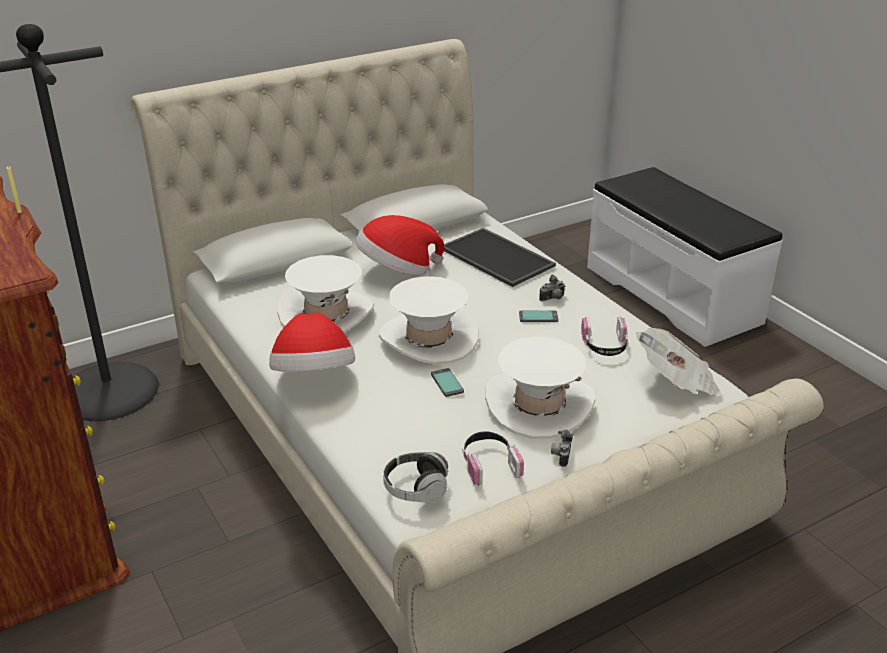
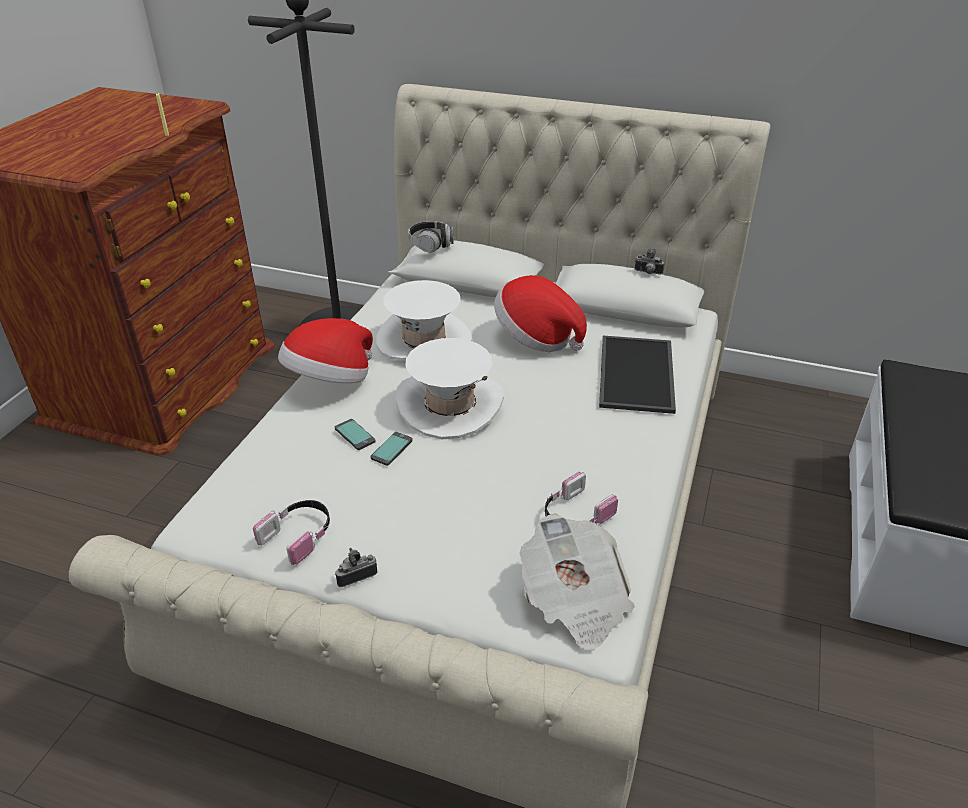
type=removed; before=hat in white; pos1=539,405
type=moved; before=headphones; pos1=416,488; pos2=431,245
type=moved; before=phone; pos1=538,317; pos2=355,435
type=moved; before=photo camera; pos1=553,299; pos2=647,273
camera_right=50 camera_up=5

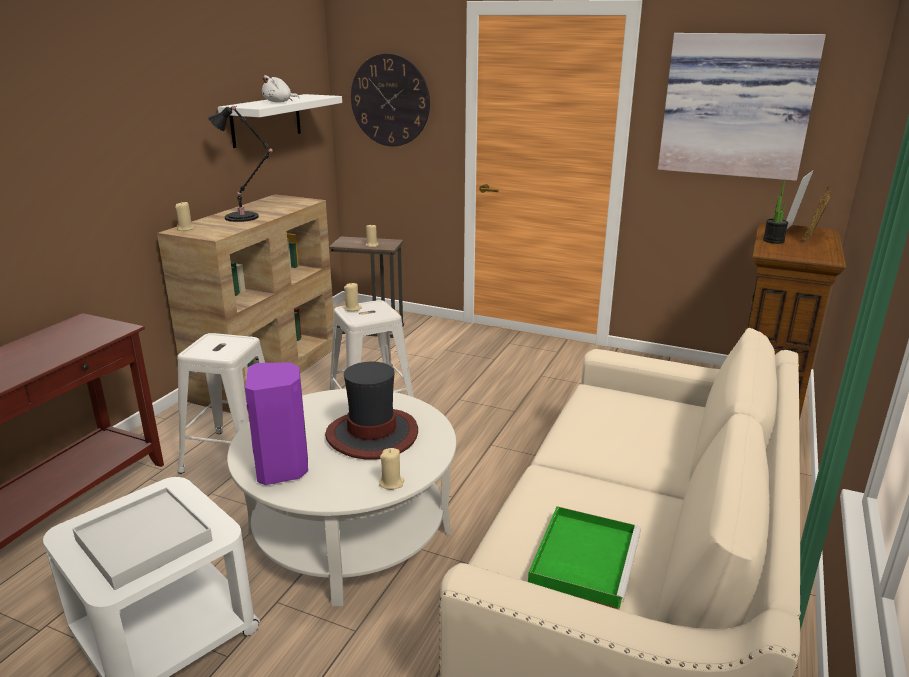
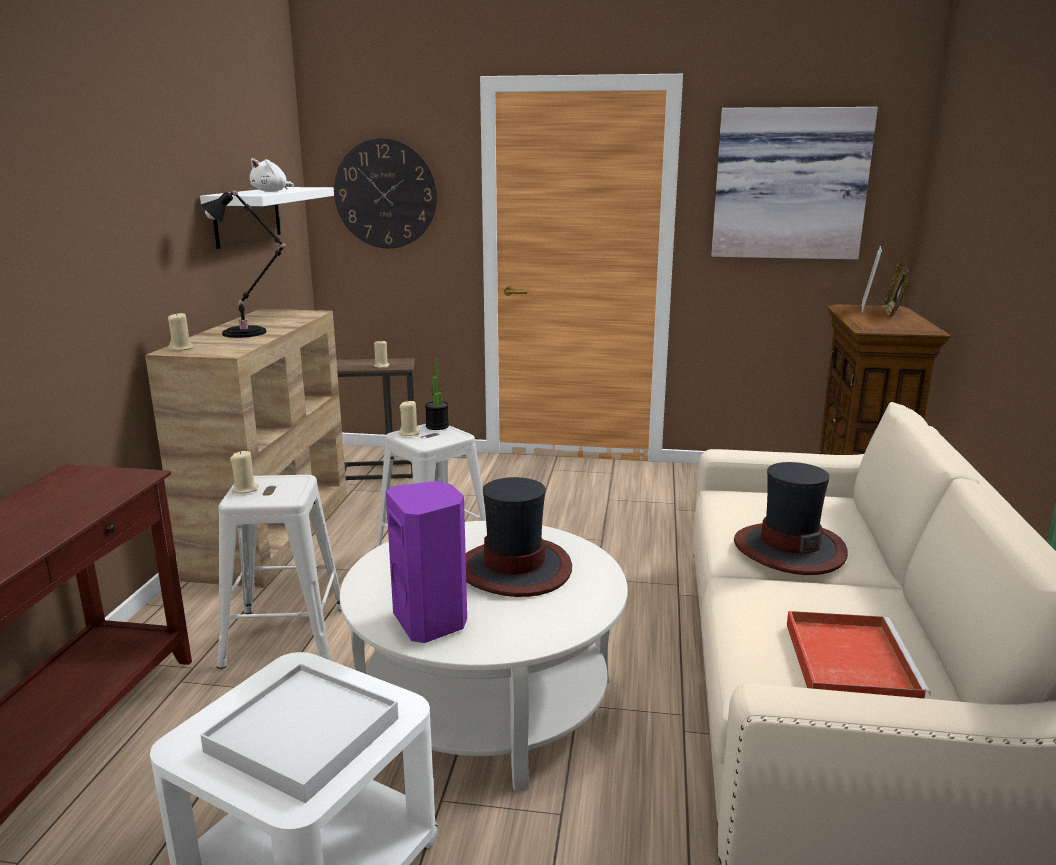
type=added; after=hat; pos2=788,549
type=moved; before=candle in beige; pos1=391,483; pos2=245,489
type=moved; before=potted plant; pos1=773,241; pos2=437,426
type=recoloured; before=tray in green; after=tray in red; pos1=584,557; pos2=848,661
camera_right=-15 camera_up=-5

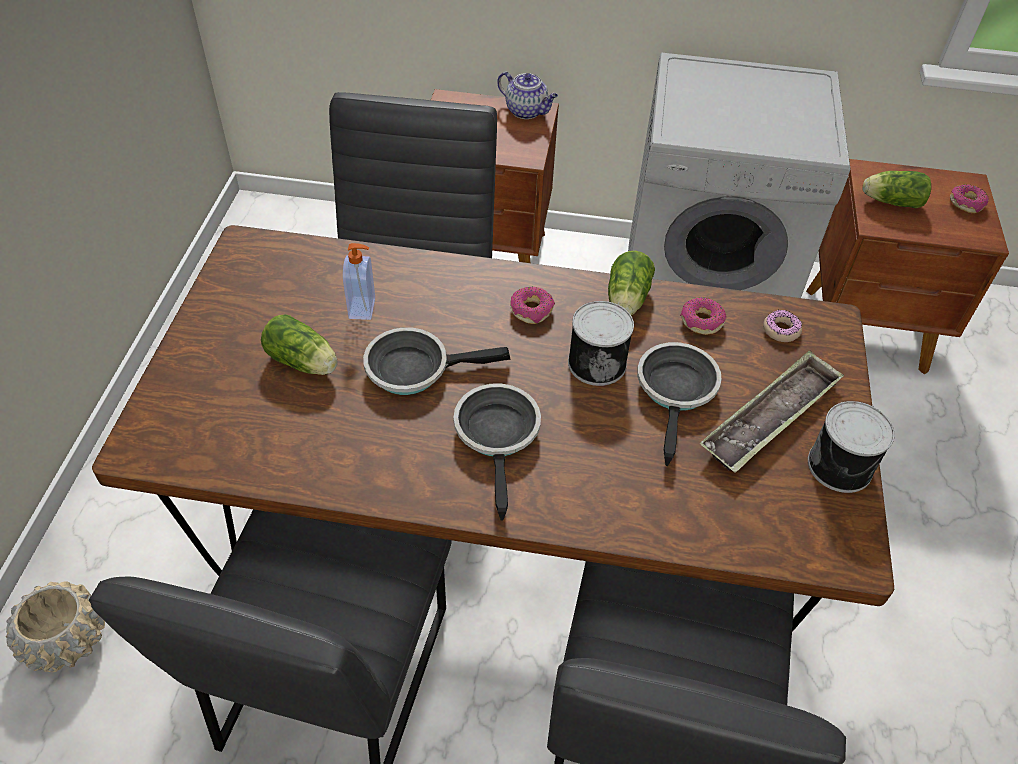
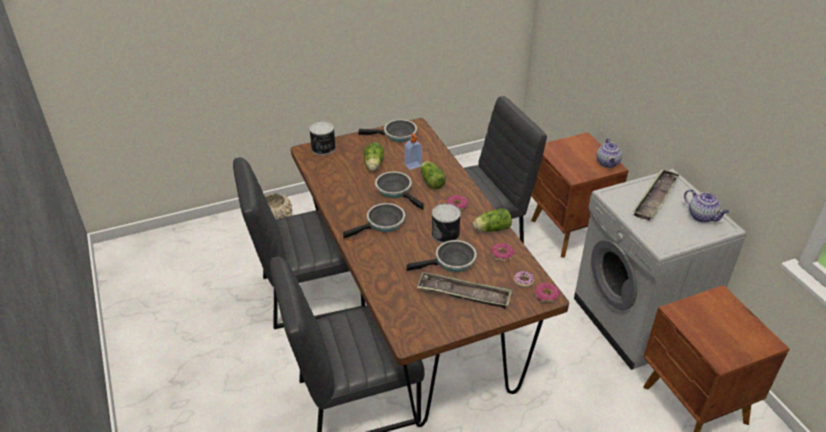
type=added; after=frying pan; pos2=397,135
type=added; after=tray; pos2=655,198
type=added; after=teapot; pos2=702,216
type=moved; before=can; pos1=841,467; pos2=323,148
type=moved; before=lettuce; pos1=890,201; pos2=431,181
type=moved; before=donut; pos1=966,203; pos2=546,296
camera_right=60 camera_up=-10

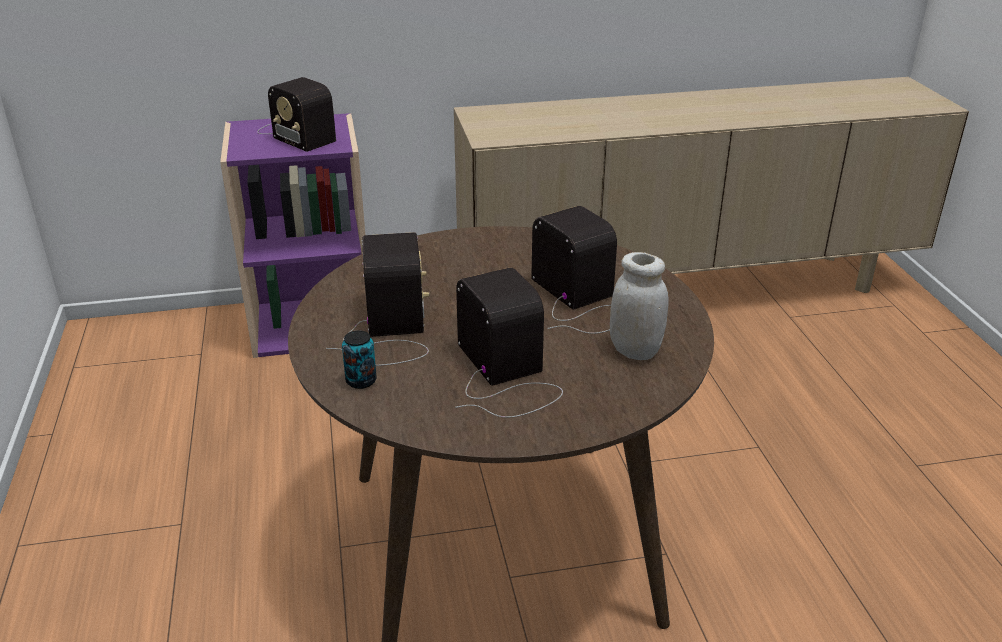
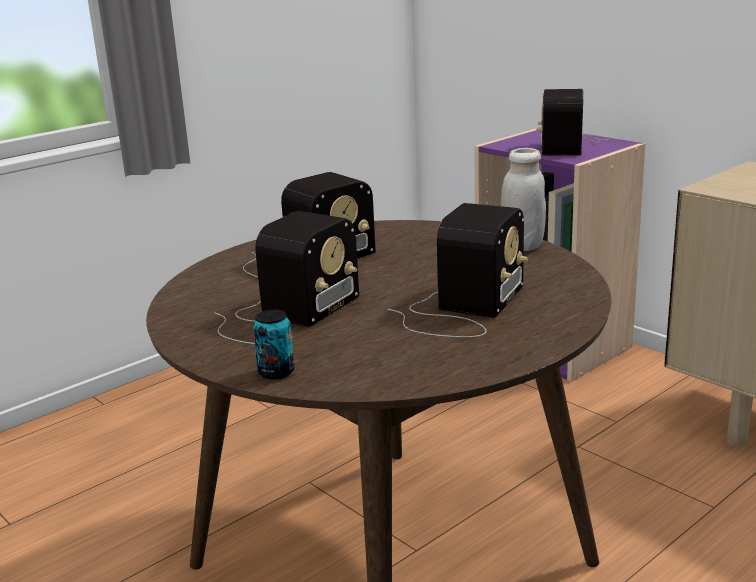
type=moved; before=can; pos1=361,381; pos2=276,372
type=moved; before=jar in white; pos1=635,351; pos2=522,245
camera_right=60 camera_up=-10

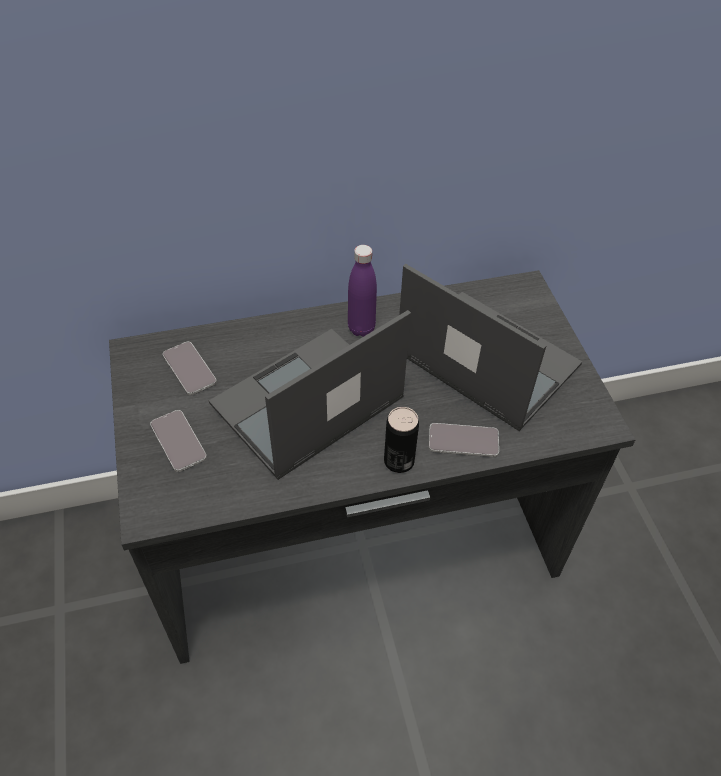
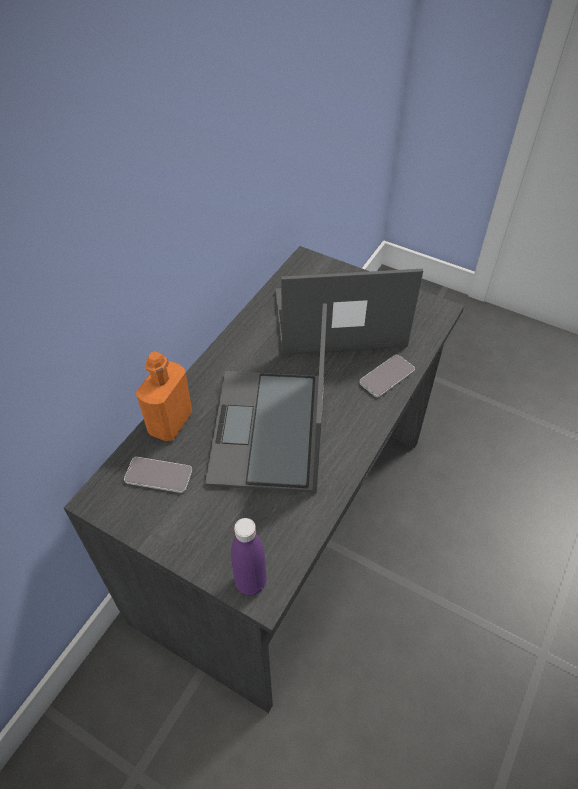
type=removed; before=phone; pos1=178,441
type=removed; before=can; pos1=399,461
type=added; after=bottle in orange; pos2=170,422
type=moved; before=bottle in purple; pos1=361,328; pos2=251,582
camera_right=-45 camera_up=0

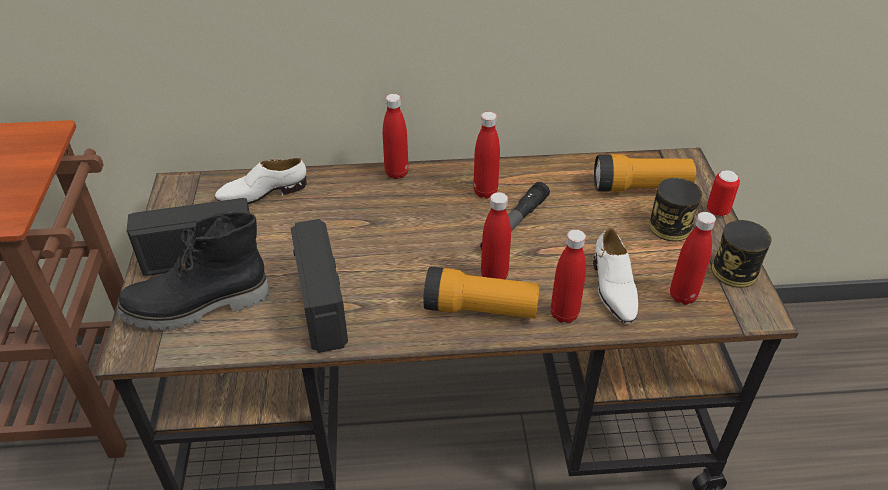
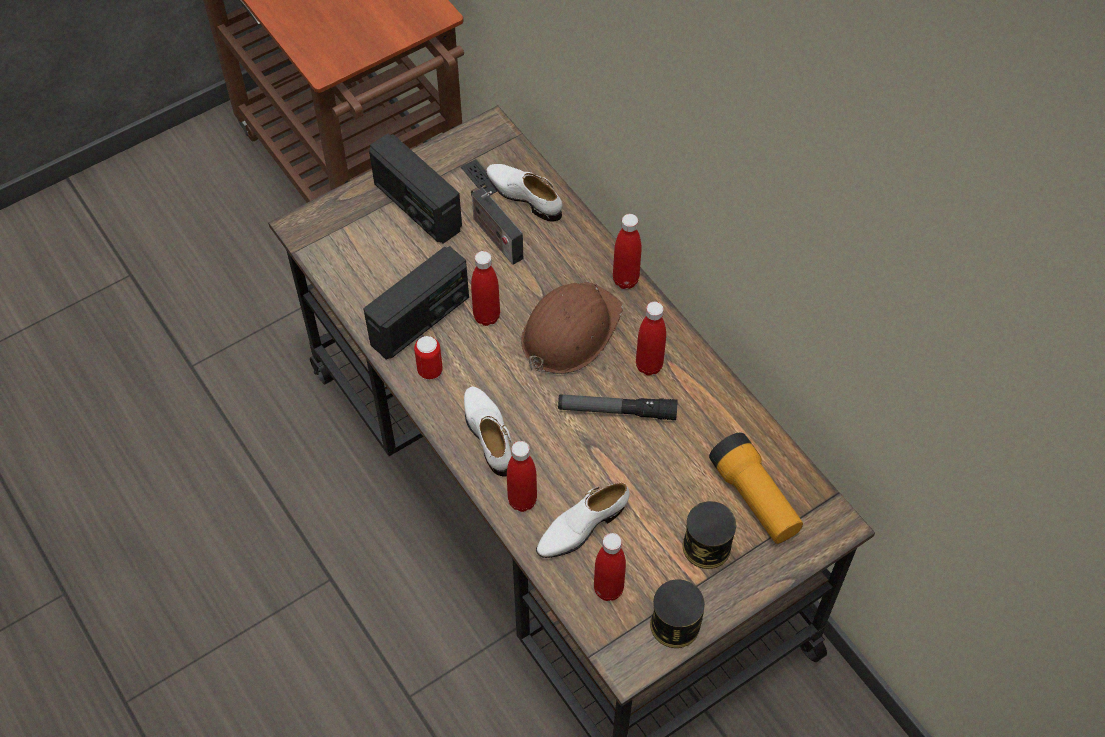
type=removed; before=boot in black; pos1=197,307
type=added; after=radio; pos2=495,236
type=added; after=hard hat in brown; pos2=569,331
type=moved; before=bottle in red; pos1=494,276; pos2=486,316
type=moved; before=can; pos1=717,211; pos2=430,370
type=replaced; before=flashlight; after=shoe in white; pos1=480,309; pos2=488,434
camera_right=60 camera_up=15

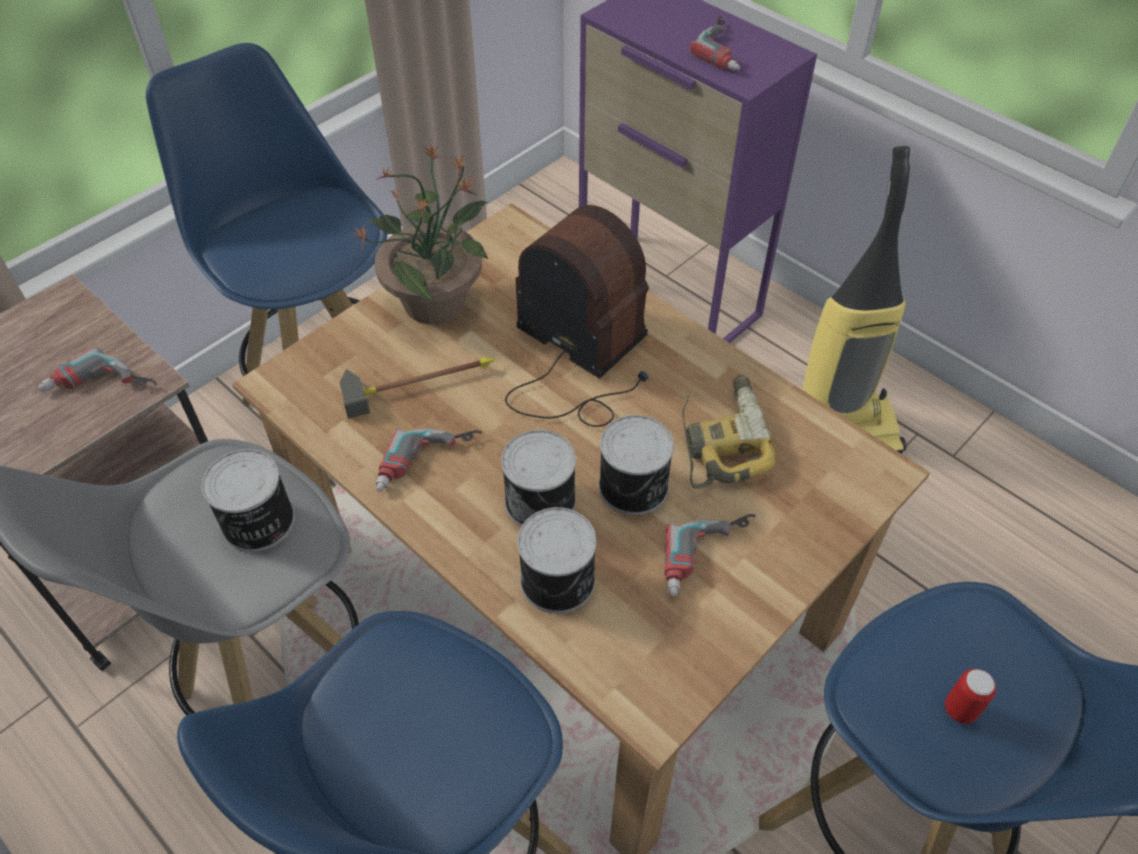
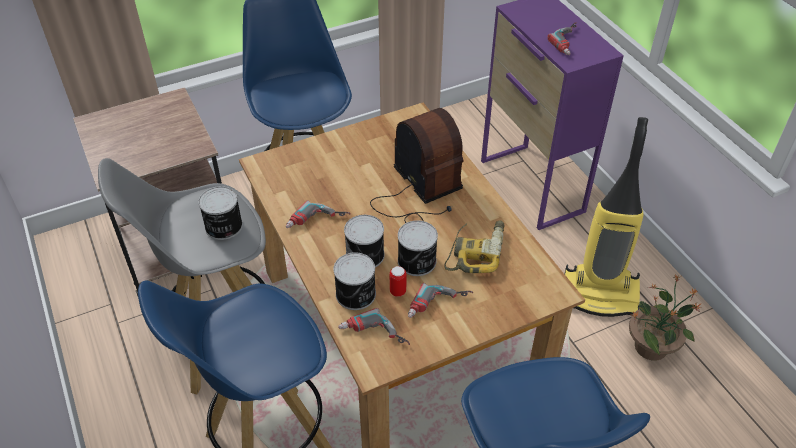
type=removed; before=hammer; pos1=419,379
type=moved; before=power drill; pos1=99,390; pos2=373,337
type=moved; before=potted plant; pos1=436,301; pos2=652,346
type=moved; before=can; pos1=960,709; pos2=398,291
camera_right=20 camera_up=-5

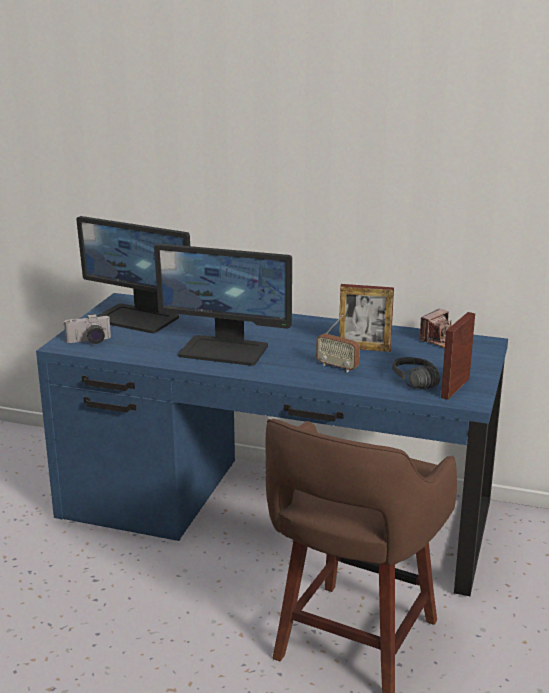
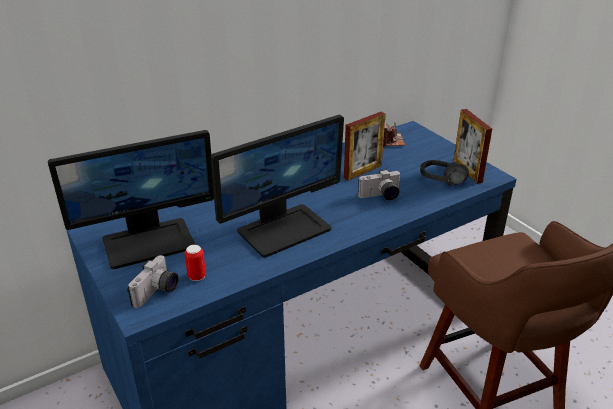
type=added; after=can; pos2=197,276
type=replaced; before=radio; after=photo camera; pos1=337,367; pos2=380,196
camera_right=-50 camera_up=10

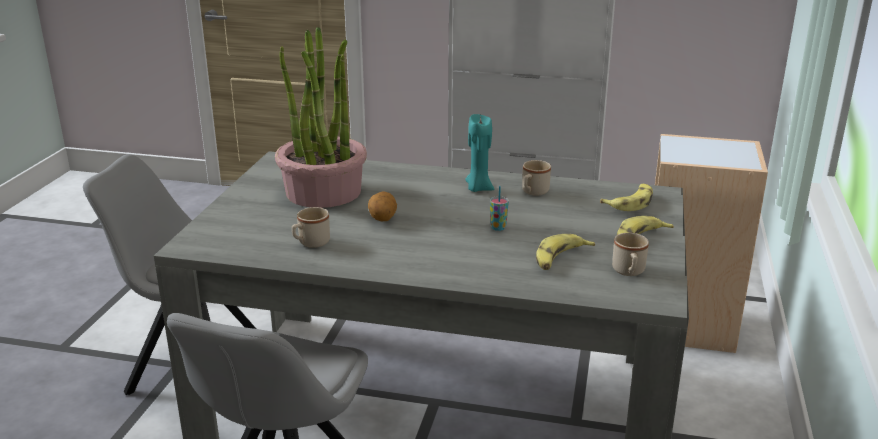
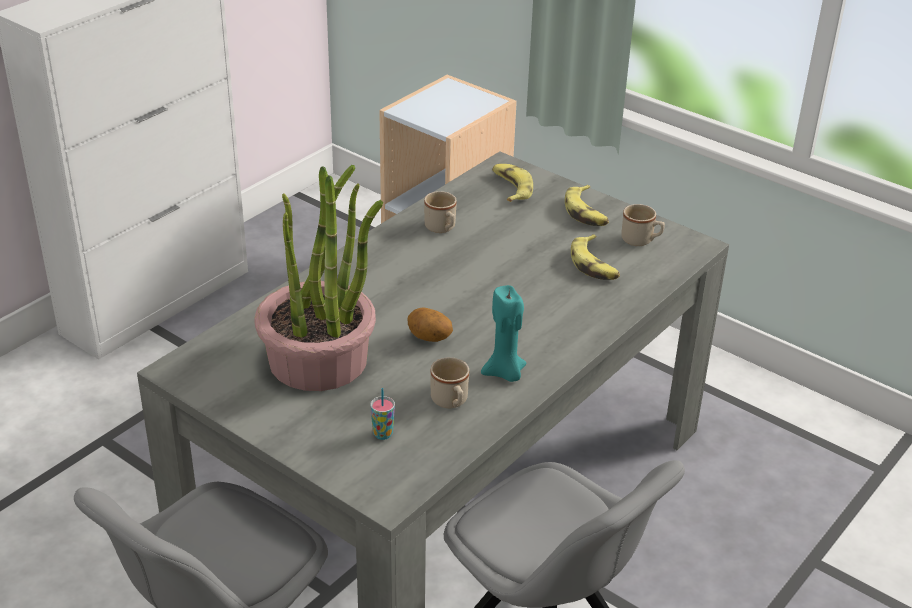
type=moved; before=candle in turquoise; pos1=478,188; pos2=505,373
type=moved; before=cup; pos1=498,228; pos2=383,434
camera_right=-65 camera_up=10

